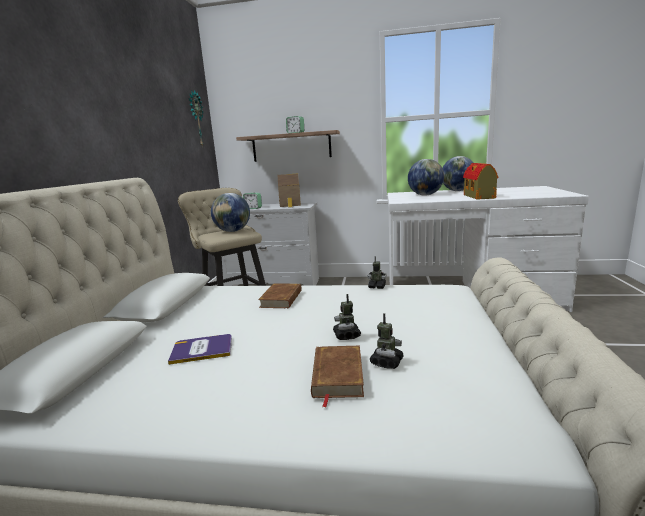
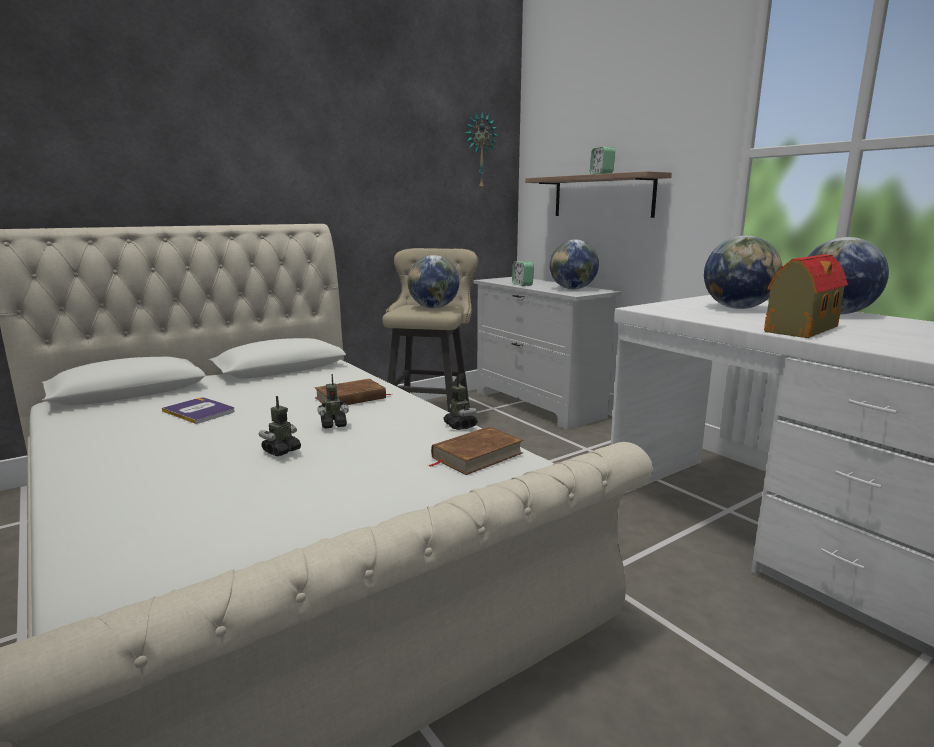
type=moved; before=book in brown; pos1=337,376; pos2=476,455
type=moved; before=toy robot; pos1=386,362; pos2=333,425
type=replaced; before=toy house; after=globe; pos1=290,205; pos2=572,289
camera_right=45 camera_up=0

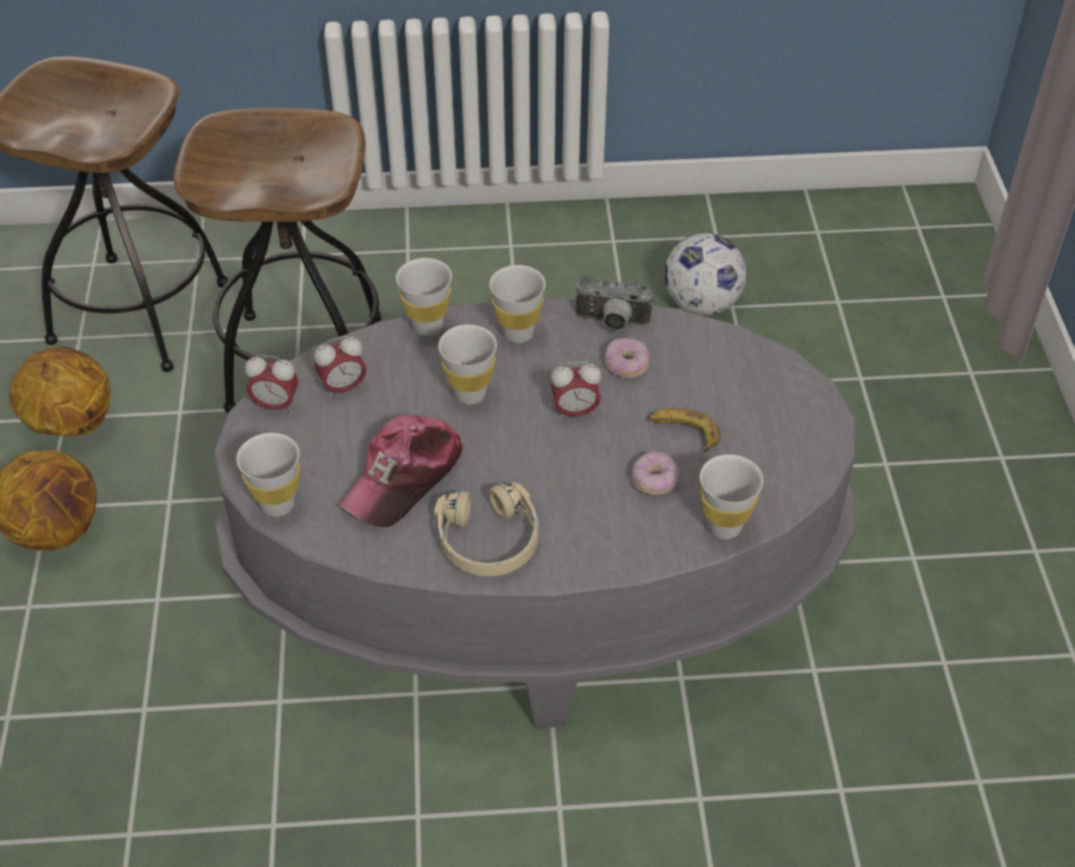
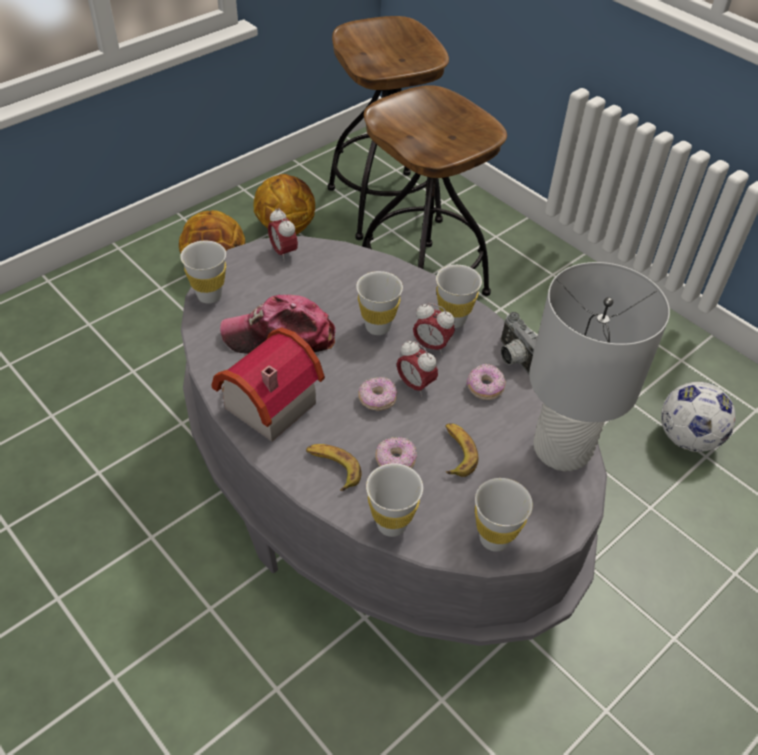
type=added; after=banana; pos2=333,468
type=added; after=donut; pos2=377,400
type=added; after=table lamp in grey; pos2=562,453
type=moved; before=alarm clock; pos1=343,388; pos2=431,346
type=moved; before=cup in white; pos1=427,326; pos2=494,539
type=replaced; before=headphones in beige; after=toy house; pos1=489,541; pos2=264,404
camera_right=50 camera_up=0

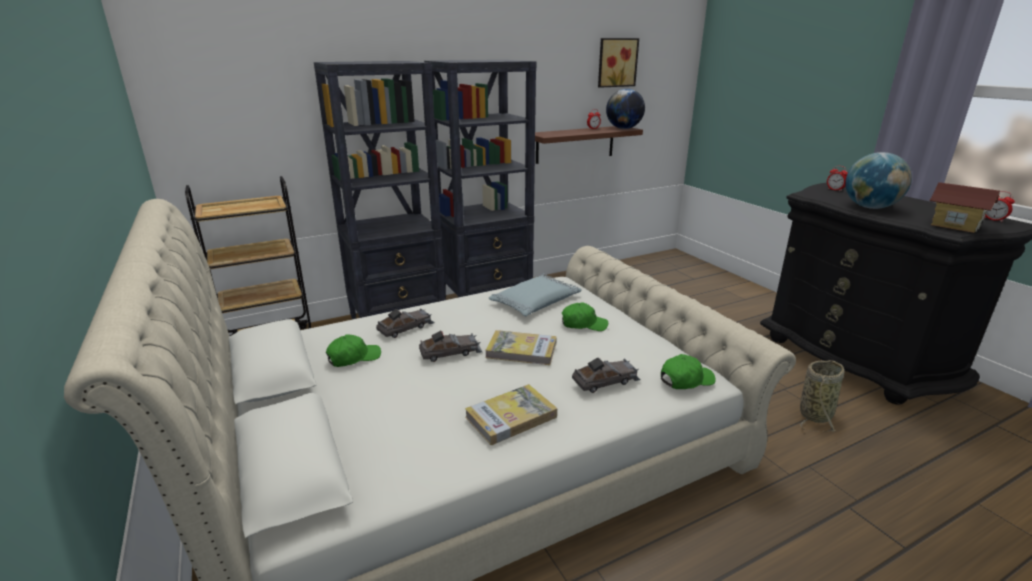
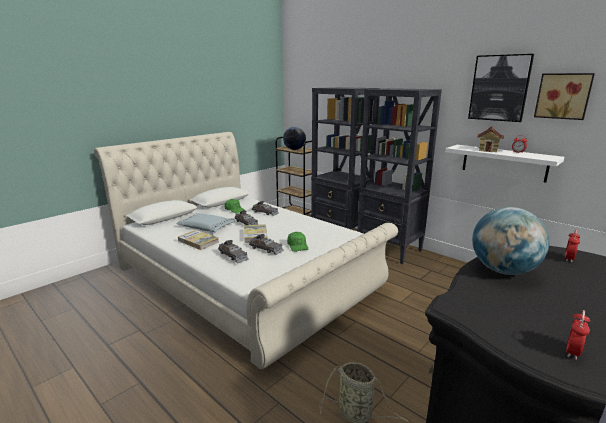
type=removed; before=cap in green; pos1=686,380
type=added; after=toy car in grey; pos2=266,248
type=added; after=picture; pos2=499,88
type=moved; before=pillow in blue; pos1=535,300; pos2=206,226
type=moved; before=globe; pos1=624,128; pos2=294,149
type=moved; before=toy house; pos1=954,226; pos2=488,150
type=recoloured; before=shelf in brown; after=shelf in white; pos1=575,144; pos2=504,163
camera_right=70 camera_up=-5

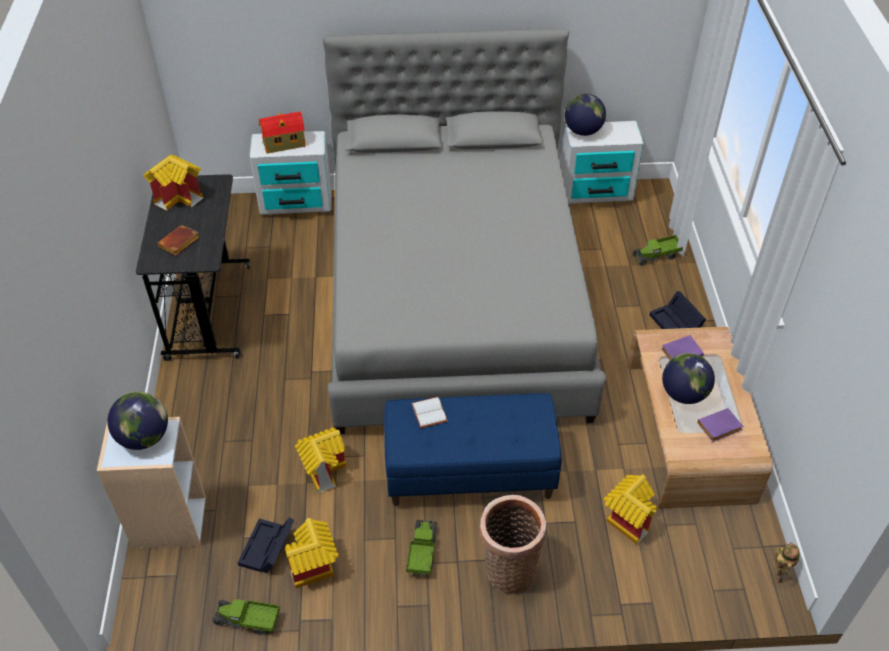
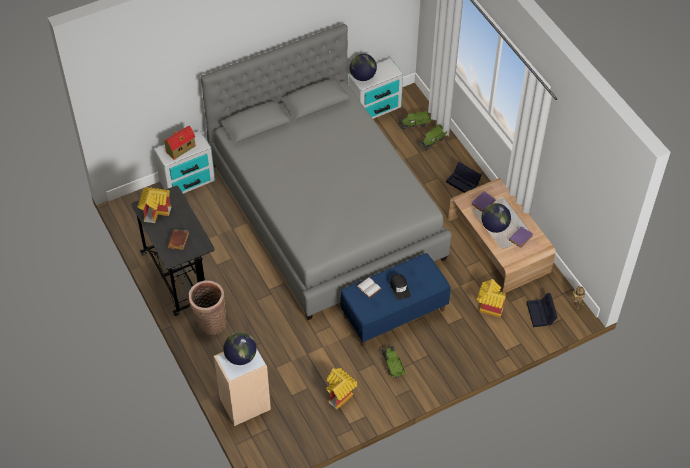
type=removed; before=toy house; pos1=324,469
type=added; after=cap in black; pos2=399,288
type=moved; before=toy truck; pos1=248,620; pos2=414,124
type=moved; before=storage box in black; pos1=267,550; pos2=541,314
type=moved; before=basket; pos1=508,569; pos2=210,323
camera_right=-25 camera_up=5

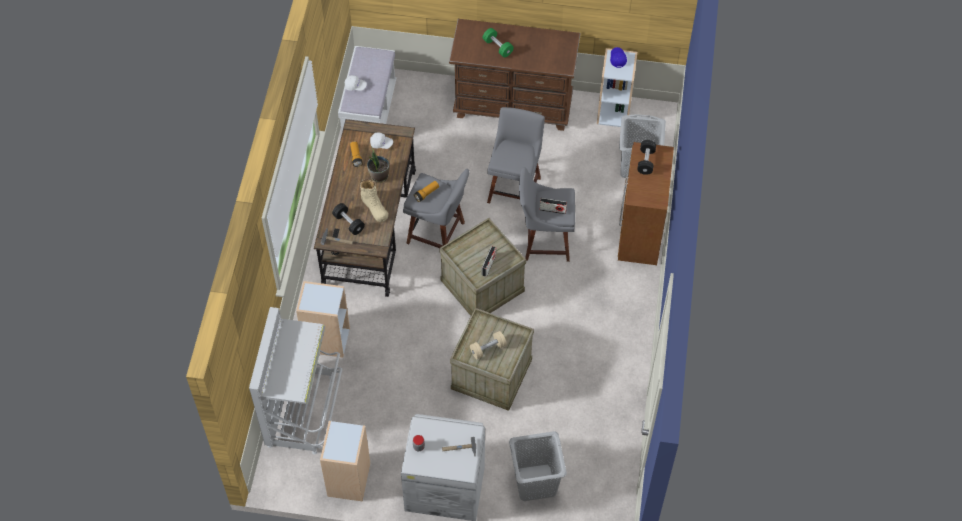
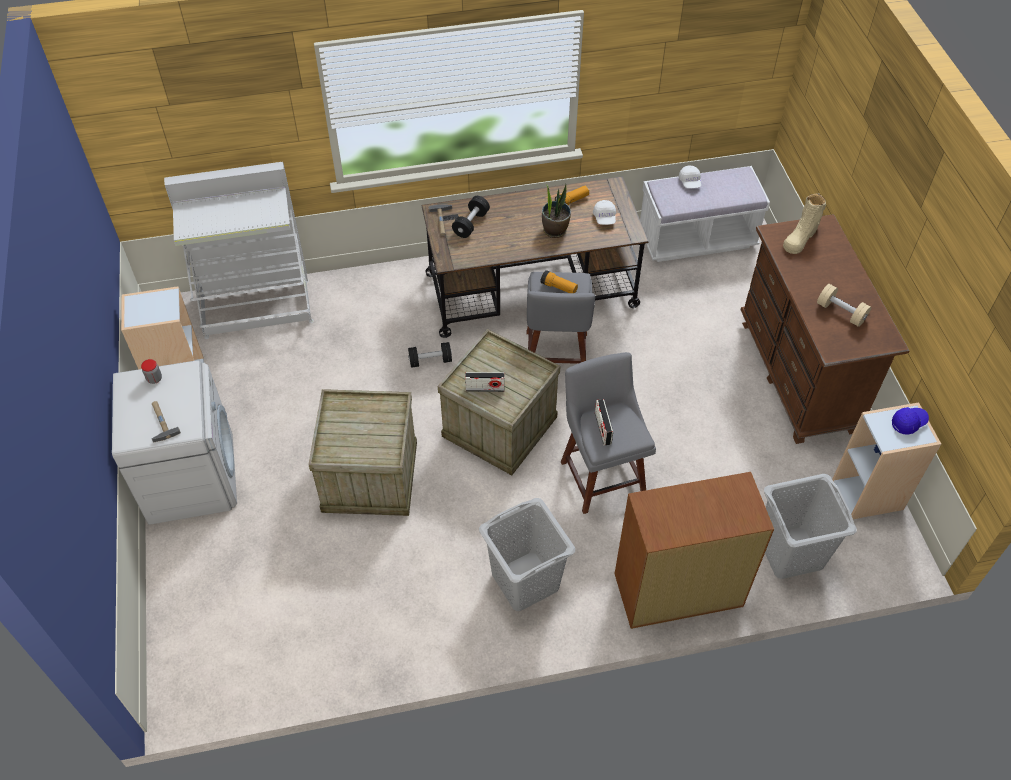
type=removed; before=bookcase; pos1=326,339
type=removed; before=dumbbell in green; pos1=497,47
type=removed; before=stool in grey; pos1=515,187
type=moved; before=boot in beige; pos1=374,207; pos2=800,237
type=moved; before=dumbbell in beige; pos1=488,349; pos2=841,312
type=moved; before=laundry basket in grey; pos1=535,482; pos2=525,580
type=moved; before=dumbbell in black; pos1=646,161; pos2=430,361
camera_right=70 camera_up=-5

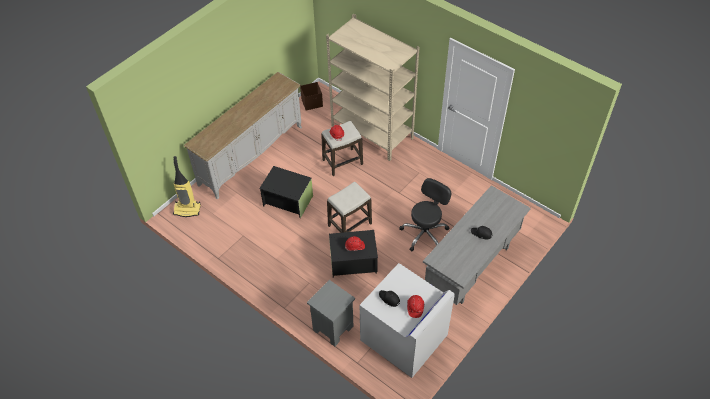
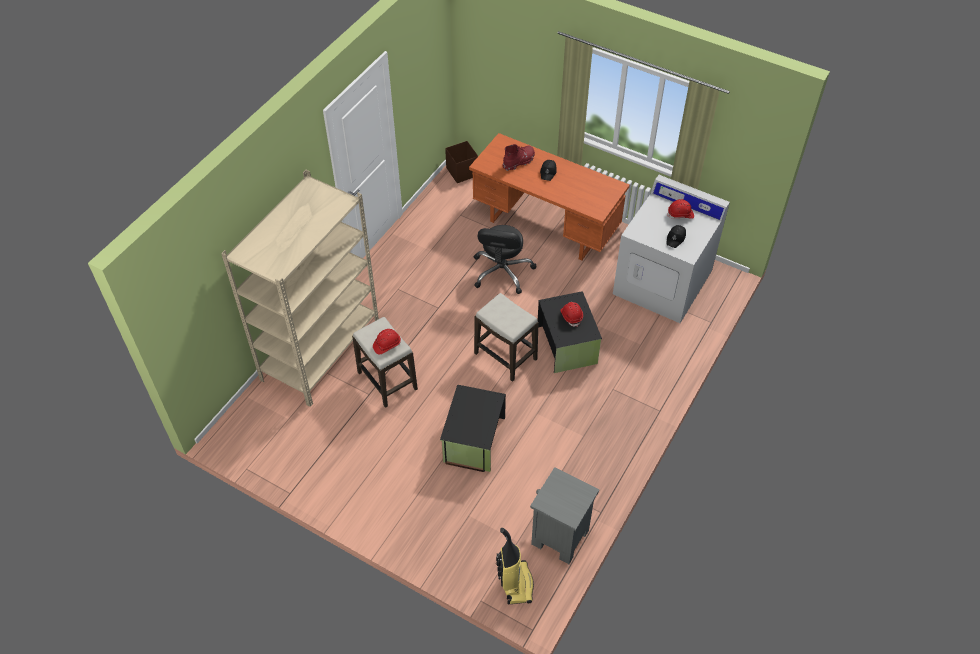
type=removed; before=cabinet in grey; pos1=252,155
type=added; after=boot in red; pos2=519,161
type=moved; before=storage box in brown; pos1=312,103; pos2=462,171
type=moved; before=nightstand in grey; pos1=333,327; pos2=559,537
type=recoloured; before=desk in grey; after=desk in orange; pos1=471,267; pos2=546,227
type=turned; before=office chair in black; pos1=425,232; pos2=502,274; turn=-105
camera_right=-100 camera_up=0

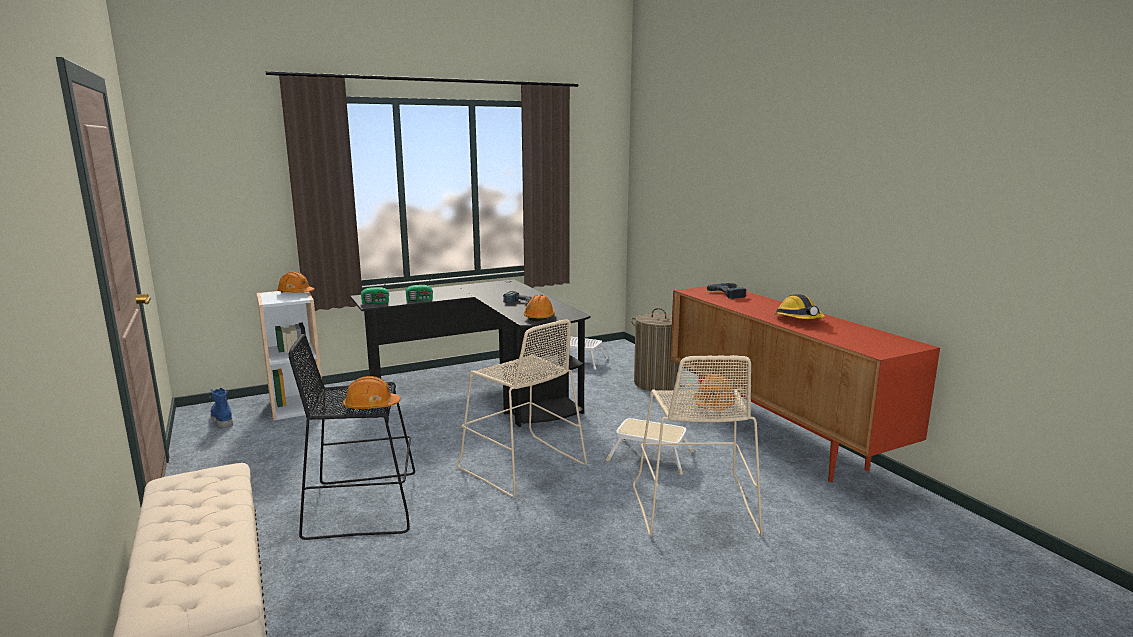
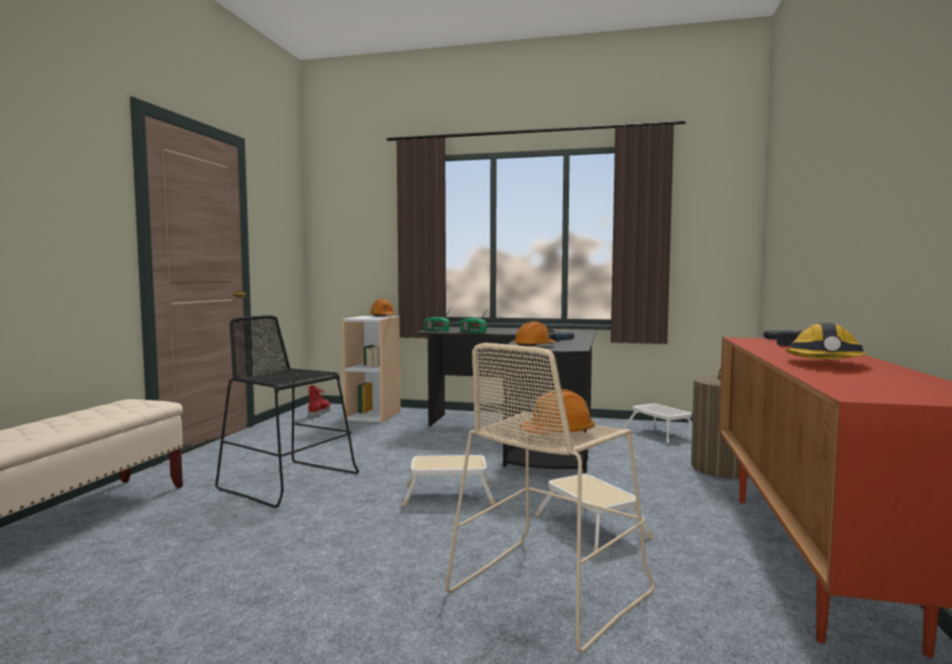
type=removed; before=hard hat in orange; pos1=371,406
type=replaced; before=stool in beige; after=step ladder in beige; pos1=521,465; pos2=448,493
type=recoloured; before=boot in blue; after=boot in red; pos1=222,419; pos2=318,413
camera_right=40 camera_up=-10

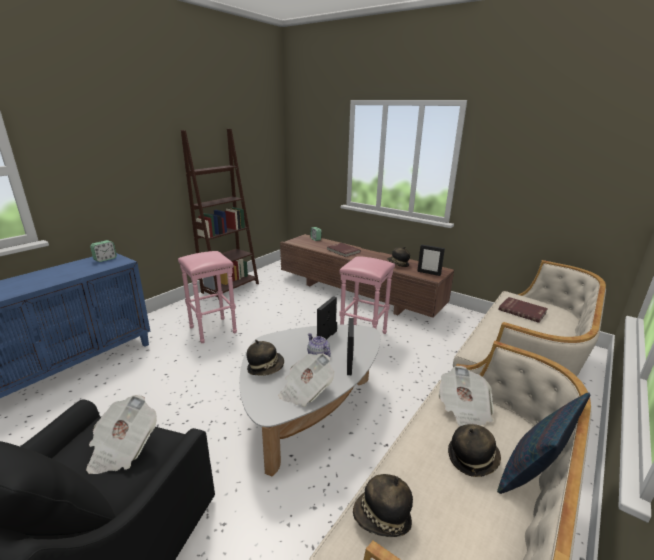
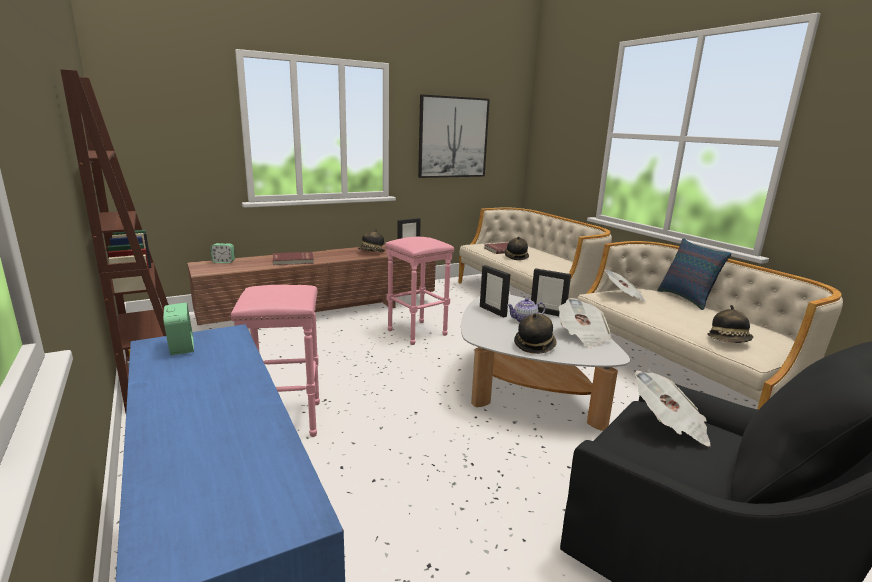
type=added; after=picture; pos2=453,137
type=moved; before=hat; pos1=472,458; pos2=516,257
camera_right=-65 camera_up=-5

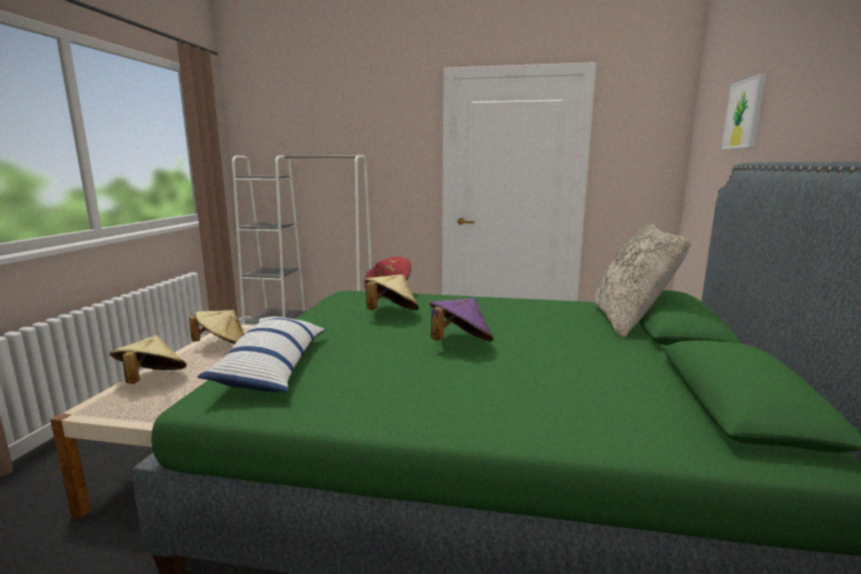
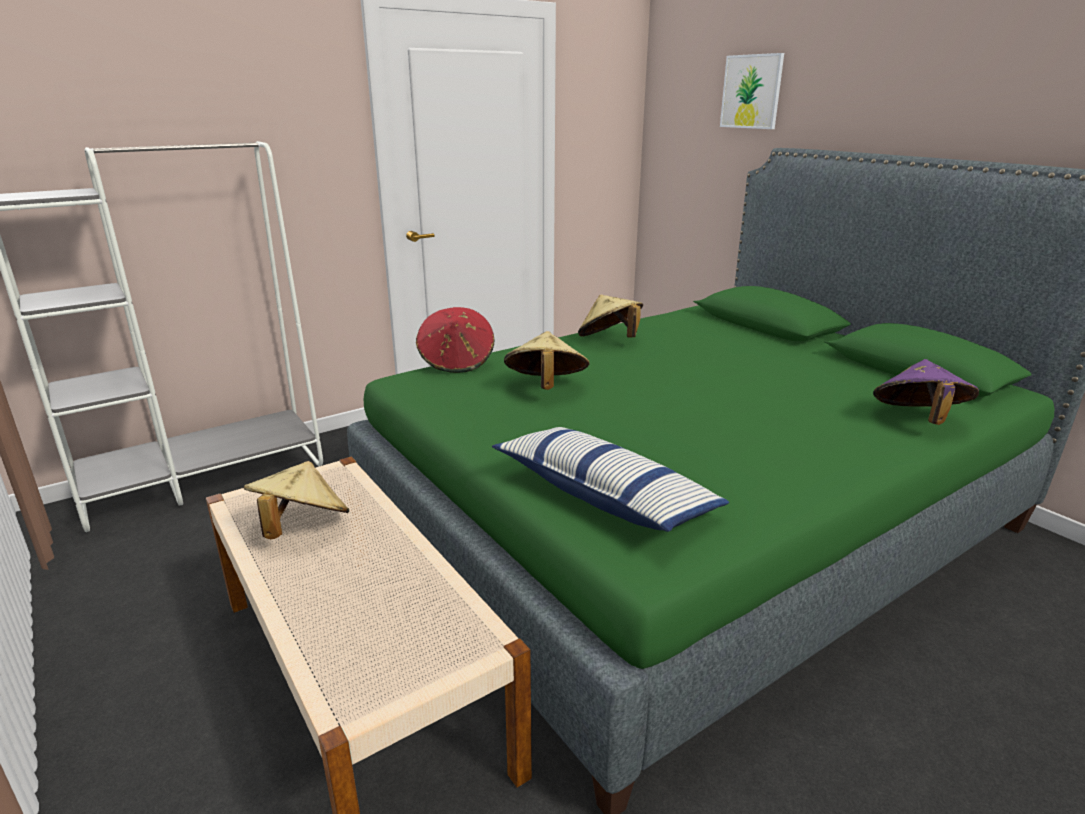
type=removed; before=pillow in beige; pos1=630,320
type=moved; before=hat in beige; pos1=151,380; pos2=609,340
type=moved; before=hat in purple; pos1=460,343; pos2=918,420
camera_right=-45 camera_up=10

